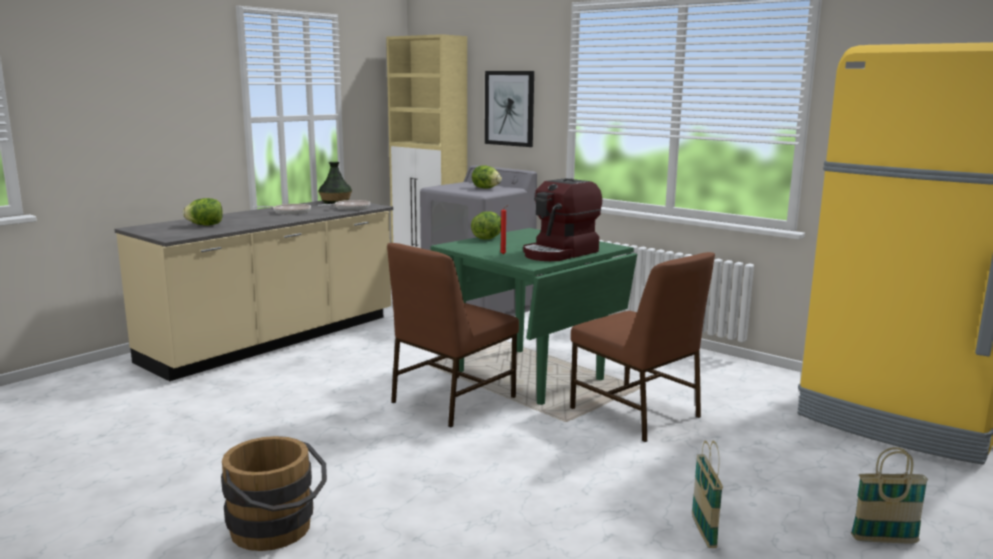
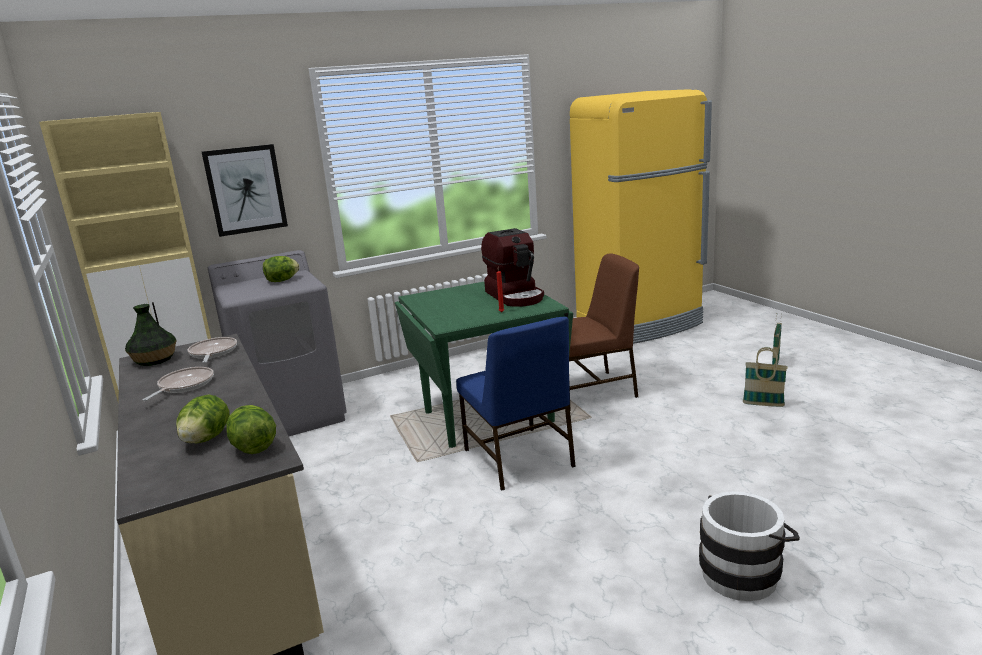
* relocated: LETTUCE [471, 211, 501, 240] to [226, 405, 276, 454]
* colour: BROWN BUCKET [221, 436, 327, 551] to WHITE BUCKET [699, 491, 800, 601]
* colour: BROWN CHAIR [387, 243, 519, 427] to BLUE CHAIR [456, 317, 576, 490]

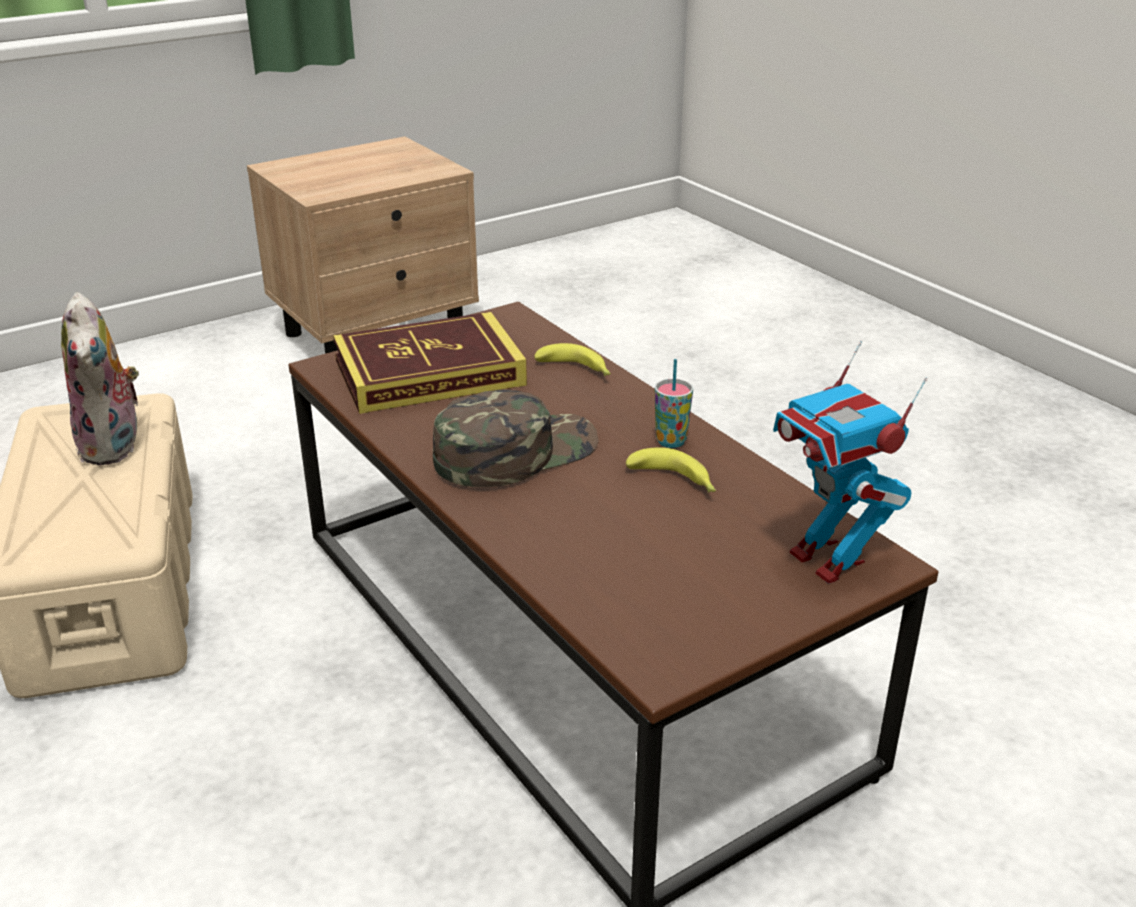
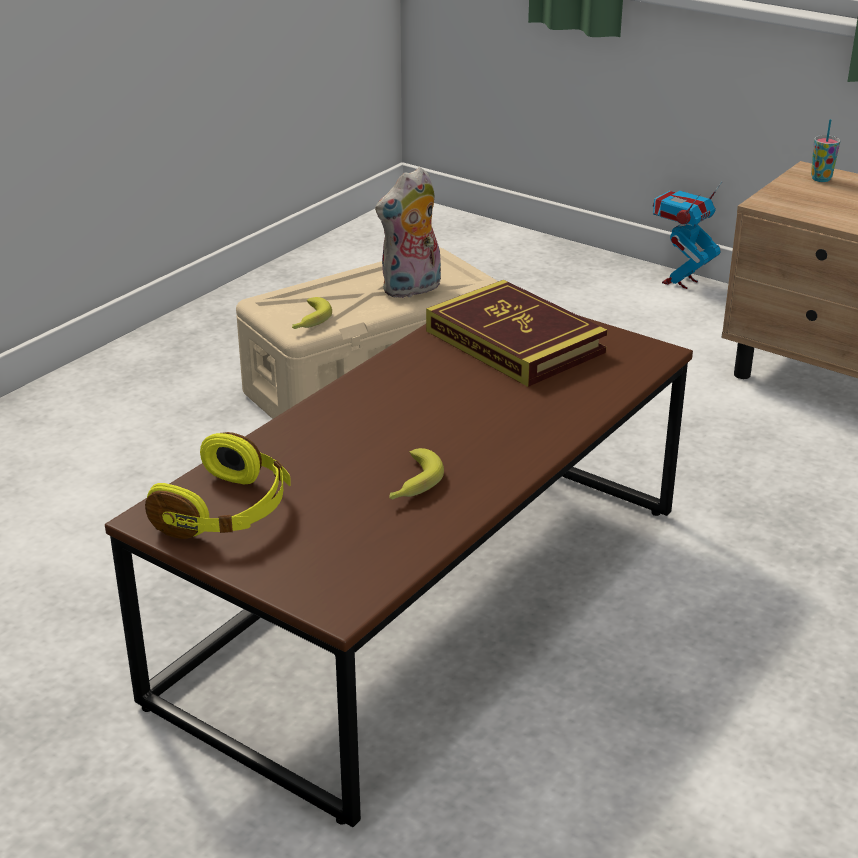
* missing: GREEN CAP [433, 390, 599, 487]
* appeared: YELLOW HEADPHONES [145, 432, 291, 539]
* relocated: BANANA [534, 343, 611, 376] to [292, 297, 332, 329]
* relocated: CUP [655, 359, 693, 448] to [811, 119, 840, 182]
* relocated: TOY ROBOT [773, 341, 927, 584] to [653, 182, 722, 289]

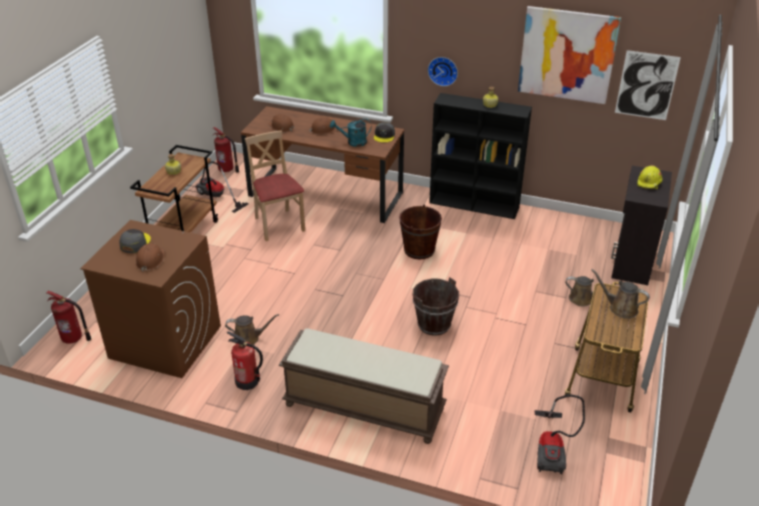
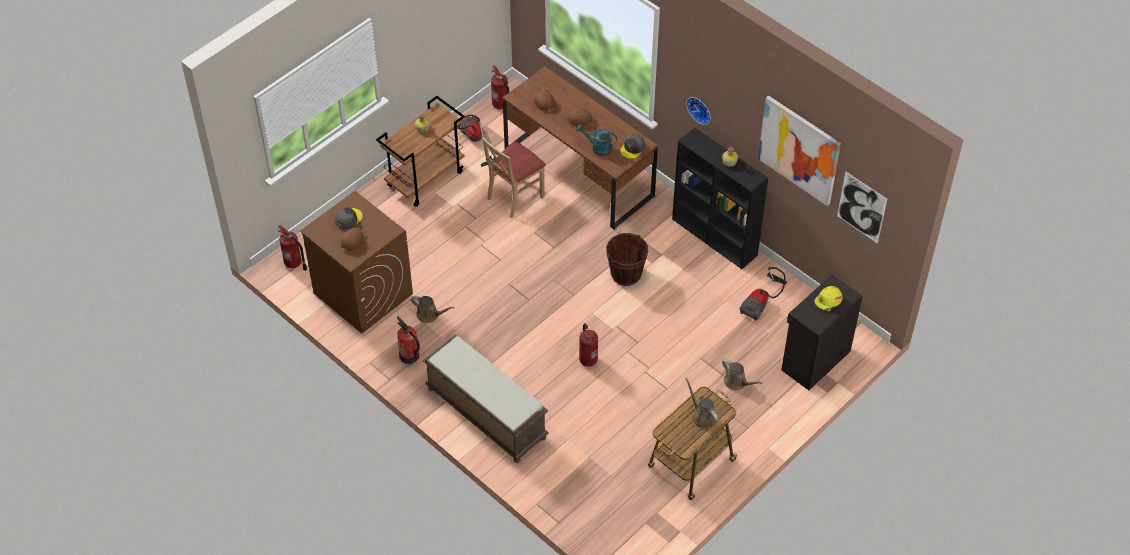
* relocated: VACUUM CLEANER [535, 394, 585, 474] to [739, 267, 787, 321]
* exchanged: BROWN BUCKET [413, 277, 459, 336] to FIRE EXTINGUISHER [579, 323, 598, 367]
* spun: BEIGE CHAIR [245, 130, 305, 241] = [482, 137, 546, 218] 135 degrees counterclockwise

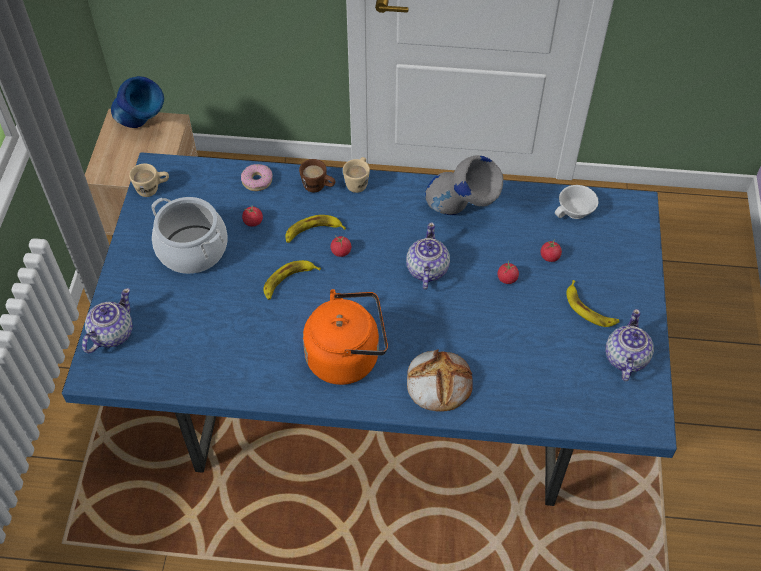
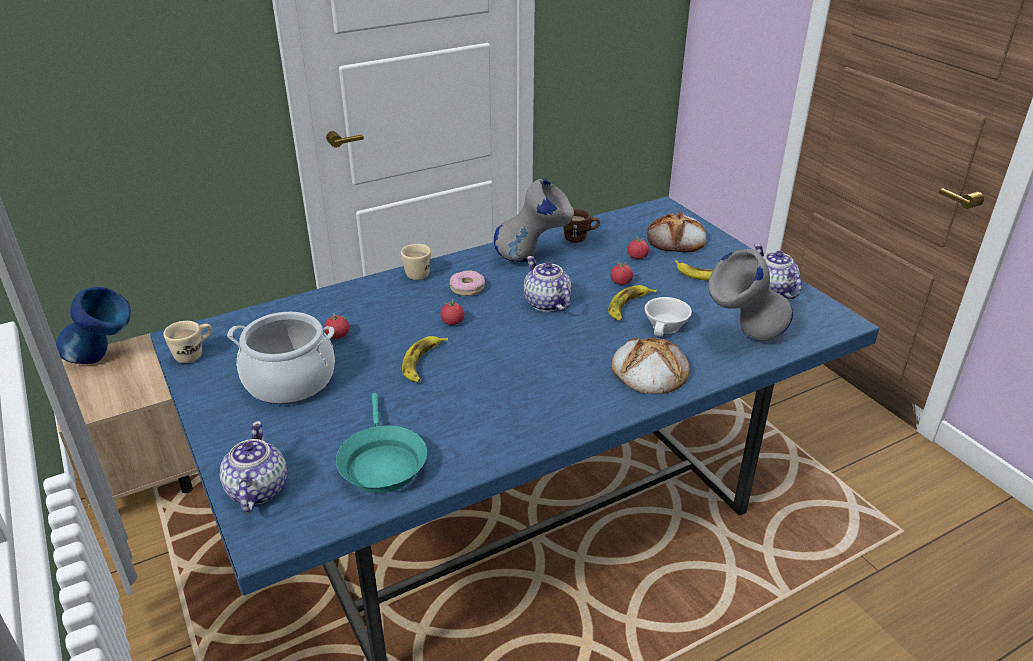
* missing: ORANGE KETTLE [303, 289, 388, 385]
* appeared: TURQUOISE FRYING PAN [336, 393, 427, 493]
* appeared: BREAD [647, 212, 706, 253]
* appeared: GREY VASE [708, 249, 793, 341]
* relocated: DONUT [241, 164, 273, 191] to [450, 270, 485, 296]
* relocated: BANANA [285, 215, 346, 243] to [608, 285, 657, 321]
* relocated: BROWN MUG [299, 159, 336, 193] to [563, 209, 600, 243]
* relocated: WHITE CUP [555, 185, 599, 219] to [644, 297, 692, 337]

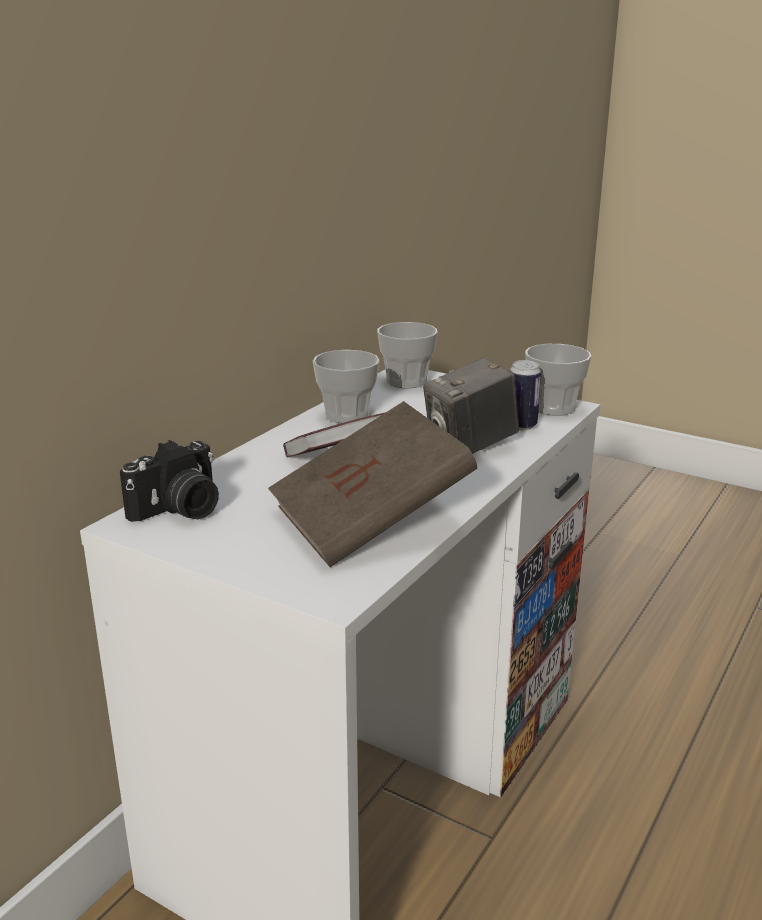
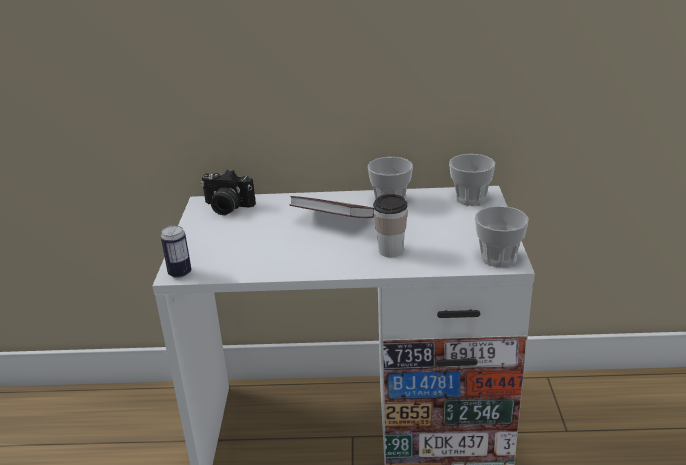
* missing: BROWN BOOK [268, 401, 477, 567]
* relocated: CAN [509, 360, 541, 430] to [161, 225, 191, 278]
* exchanged: PHOTO CAMERA [423, 357, 519, 454] to CUP [373, 194, 408, 257]

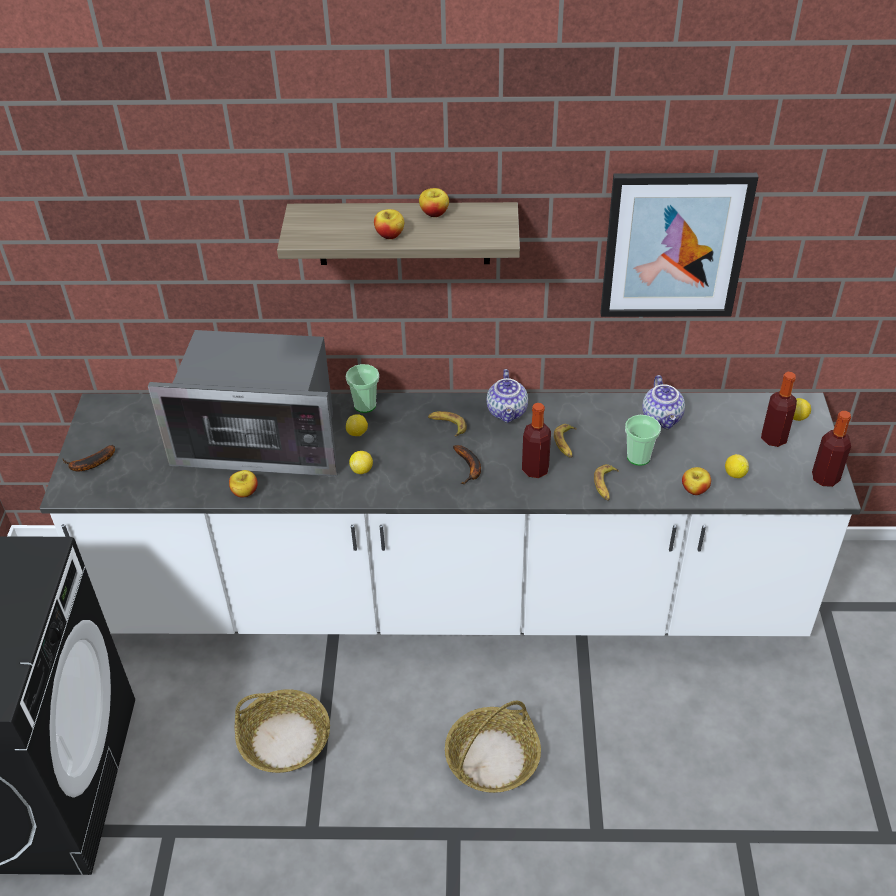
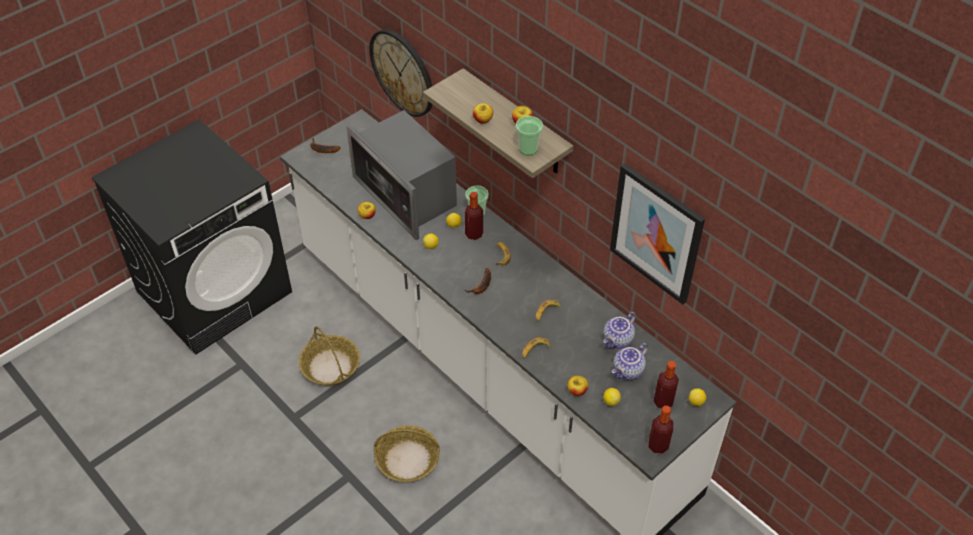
* appeared: WALL CLOCK [369, 29, 433, 117]
* relocated: TEAPOT [487, 369, 528, 423] to [612, 343, 648, 380]
* relocated: BOTTLE [522, 403, 551, 478] to [465, 192, 483, 240]
* relocated: CUP [625, 415, 661, 466] to [516, 116, 543, 155]

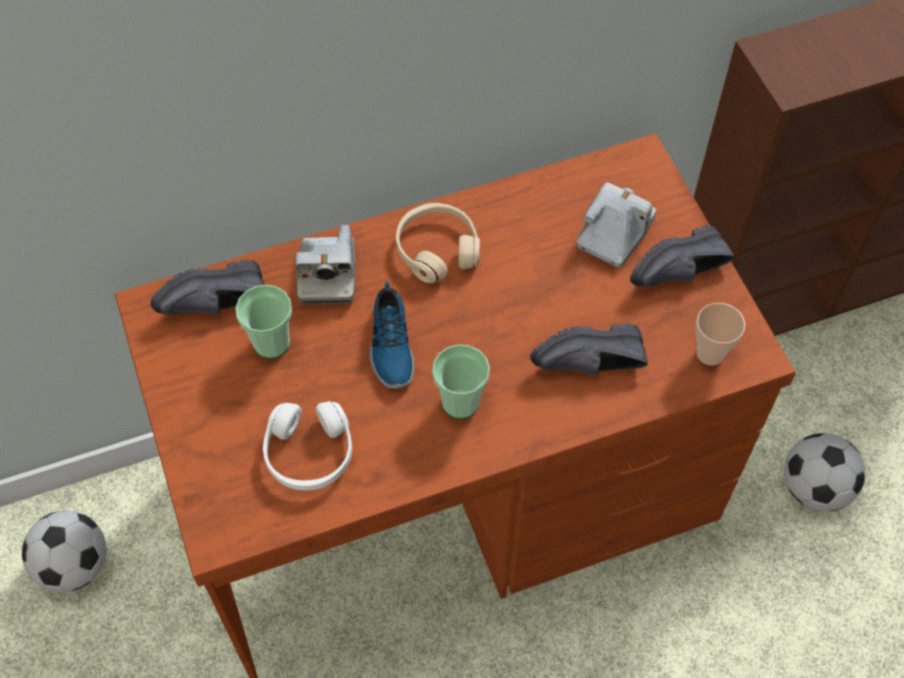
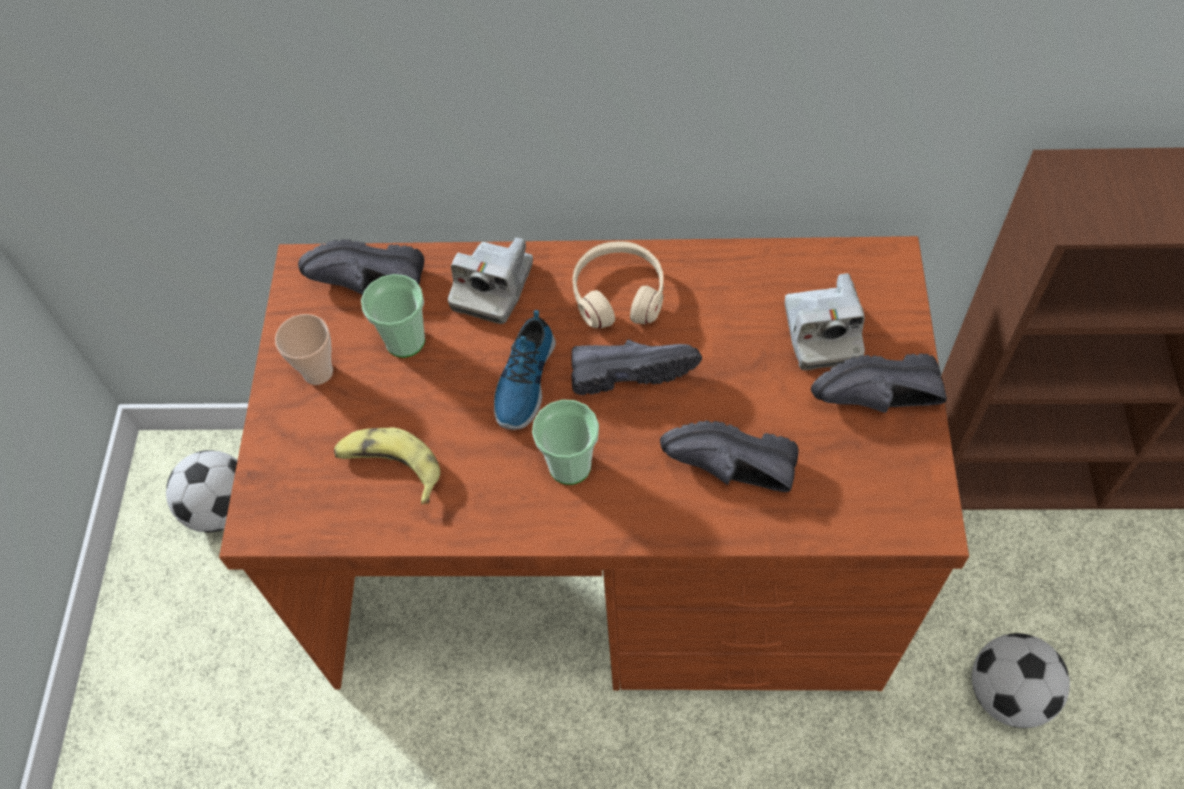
* appeared: BLACK SHOE [571, 339, 702, 395]
* relocated: CUP [696, 303, 745, 366] to [275, 314, 333, 385]
* exchanged: WHITE HEADPHONES [263, 401, 352, 490] to BANANA [334, 427, 440, 505]
* spun: PHOTO CAMERA [577, 182, 656, 267] = [785, 273, 865, 370] 120 degrees clockwise

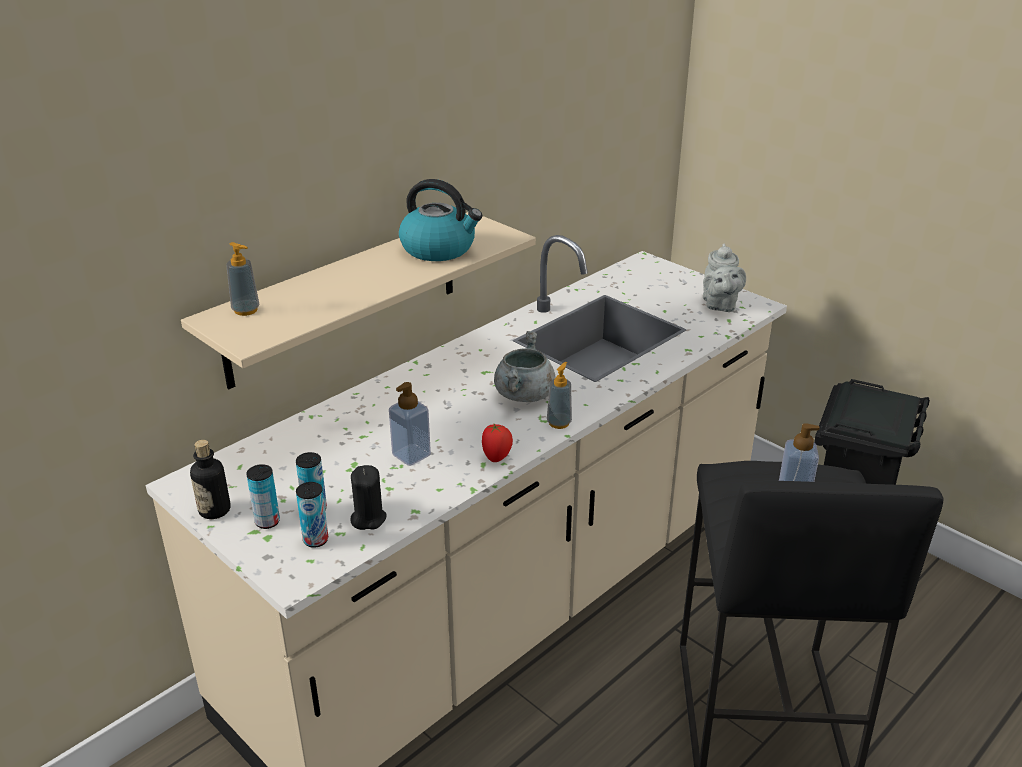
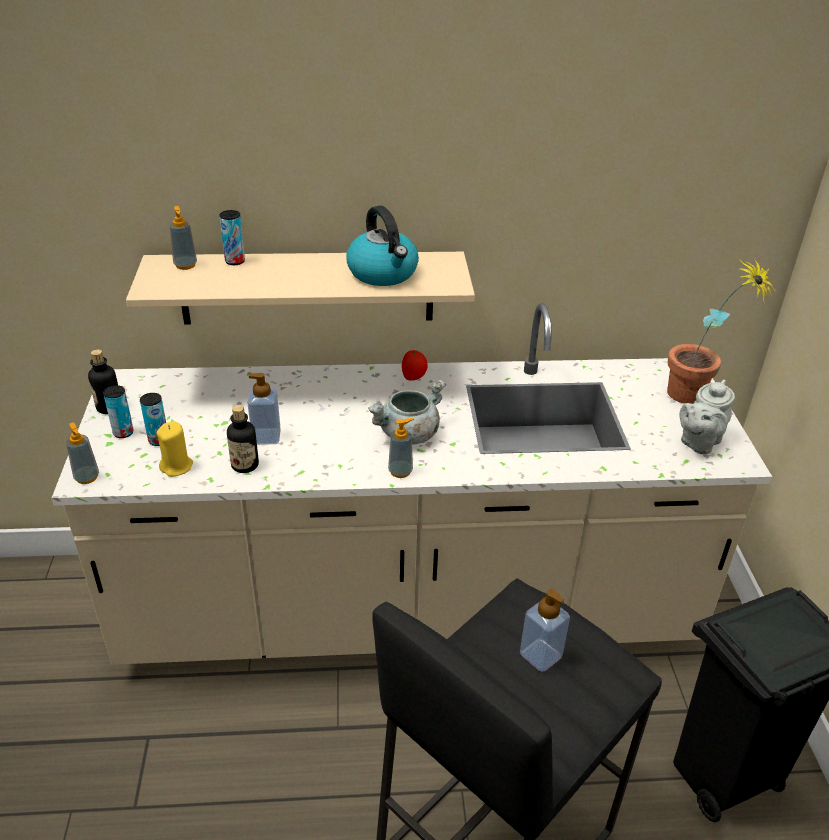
* appeared: SOAP DISPENSER [66, 423, 99, 484]
* appeared: BOTTLE [227, 405, 259, 473]
* appeared: POTTED PLANT [667, 259, 777, 404]
* relocated: CAN [296, 482, 328, 548] to [219, 210, 245, 265]
* relocated: TOMATO [482, 424, 513, 462] to [402, 350, 428, 380]
* colour: BLACK CANDLE [350, 465, 387, 530] to YELLOW CANDLE [156, 421, 193, 477]

